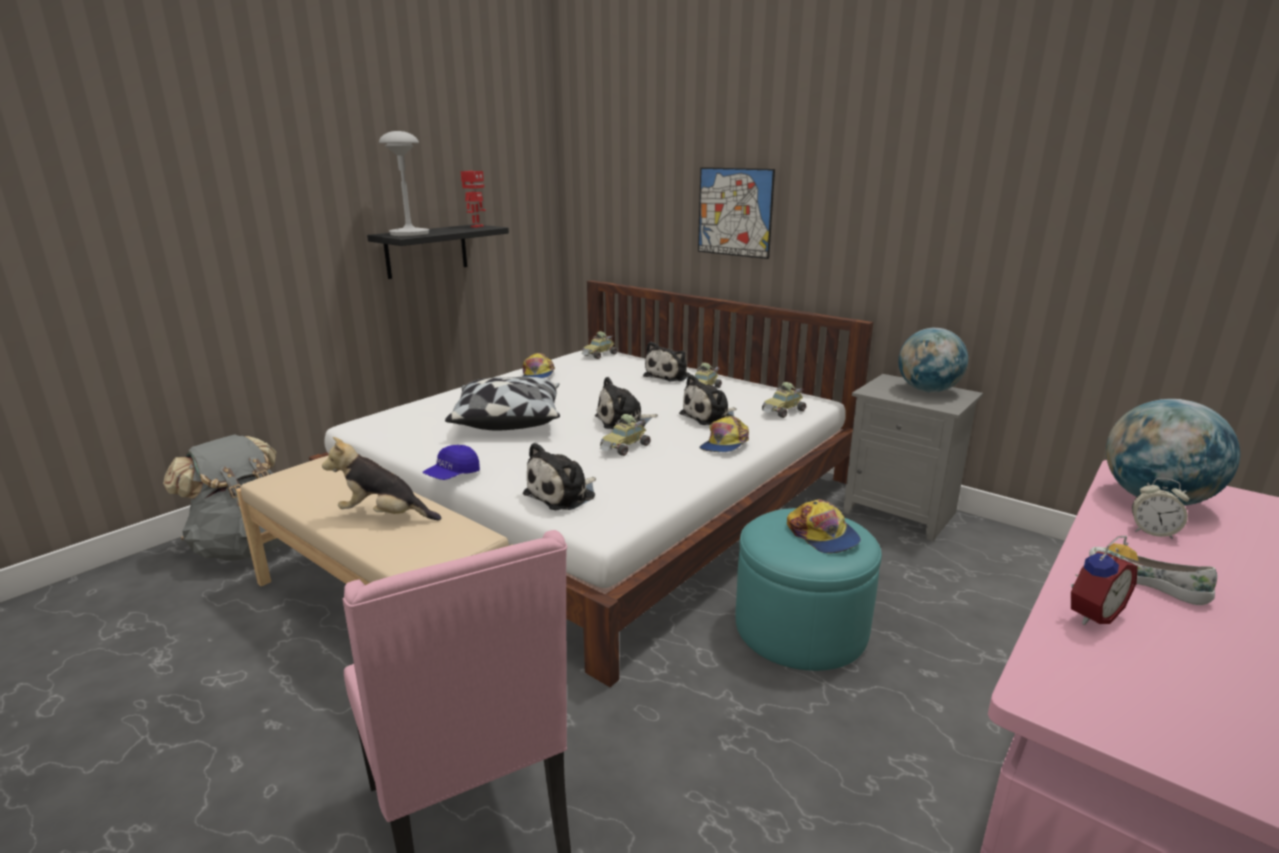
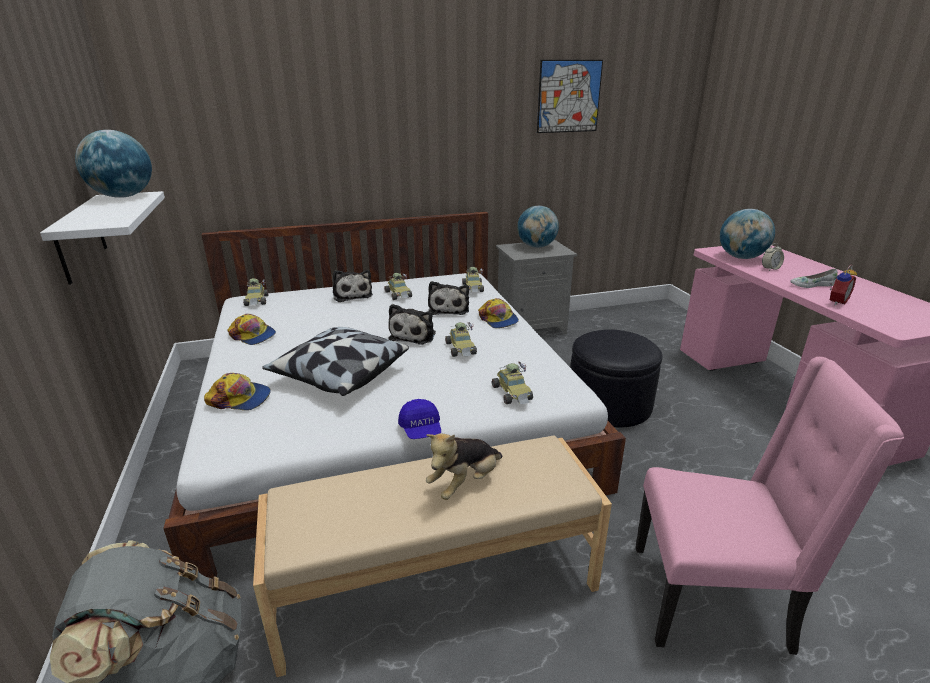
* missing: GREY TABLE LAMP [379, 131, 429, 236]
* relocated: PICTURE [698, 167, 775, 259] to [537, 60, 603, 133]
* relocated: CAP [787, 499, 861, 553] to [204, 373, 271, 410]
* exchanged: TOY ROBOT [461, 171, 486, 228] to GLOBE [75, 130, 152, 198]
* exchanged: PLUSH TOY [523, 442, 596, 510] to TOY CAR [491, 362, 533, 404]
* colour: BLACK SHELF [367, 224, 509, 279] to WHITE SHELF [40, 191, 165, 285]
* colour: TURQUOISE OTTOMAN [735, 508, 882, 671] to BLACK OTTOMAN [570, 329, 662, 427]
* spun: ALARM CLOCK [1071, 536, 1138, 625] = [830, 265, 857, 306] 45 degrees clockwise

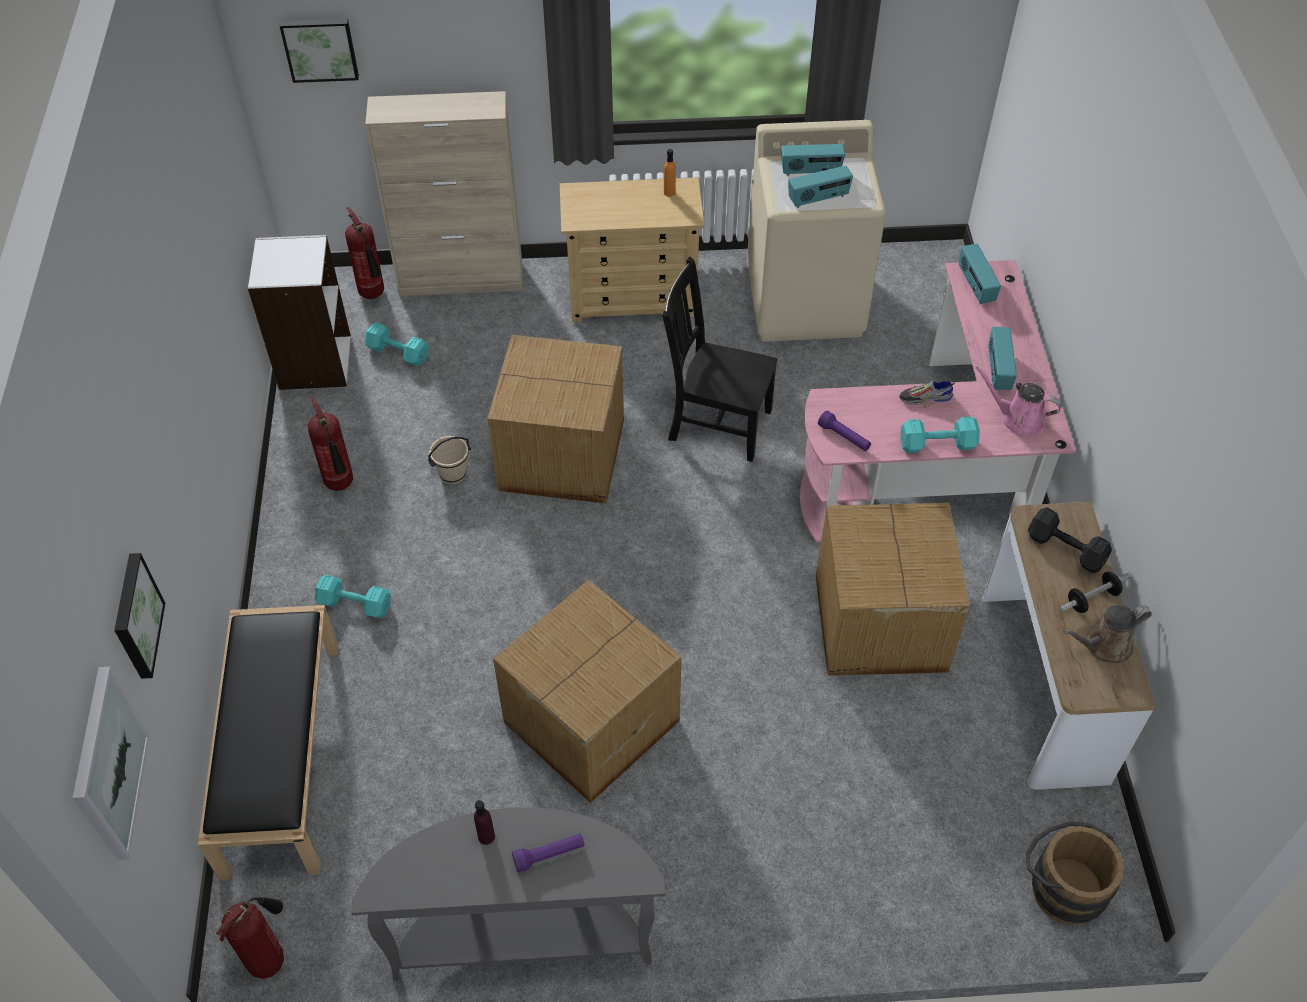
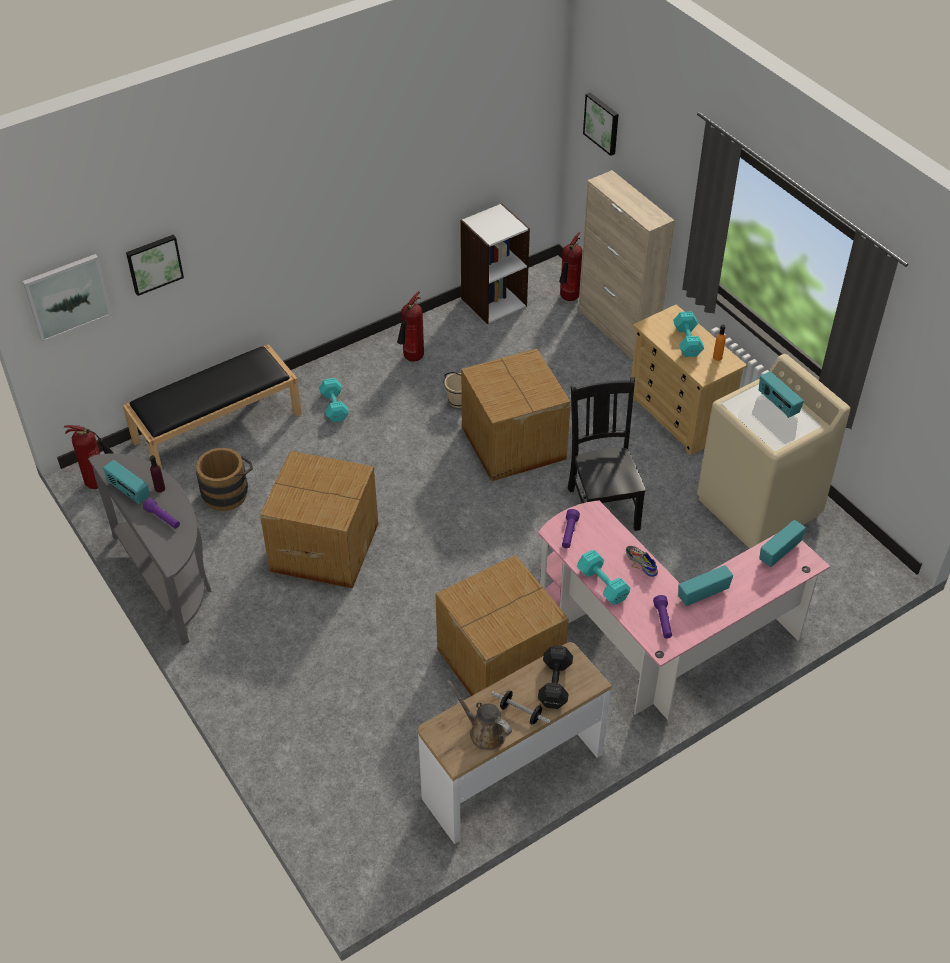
* relocated: TURQUOISE DUMBBELL [364, 322, 429, 367] to [673, 311, 704, 357]
* relocated: RADIO [788, 166, 853, 208] to [103, 460, 150, 504]
* relocated: BROWN BUCKET [1026, 821, 1124, 925] to [196, 448, 253, 511]
* exchanged: PINK WATERING CAN [975, 366, 1062, 437] to PURPLE FLASHLIGHT [653, 595, 672, 639]

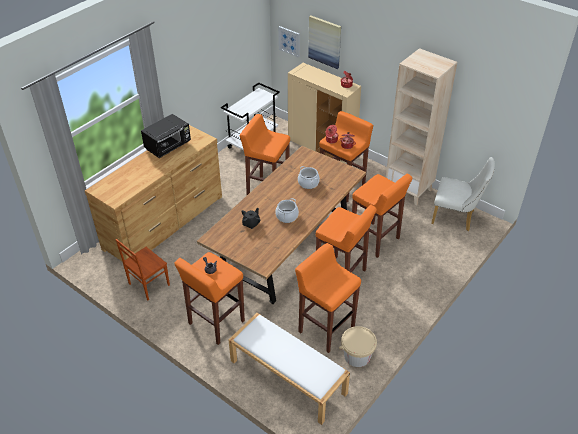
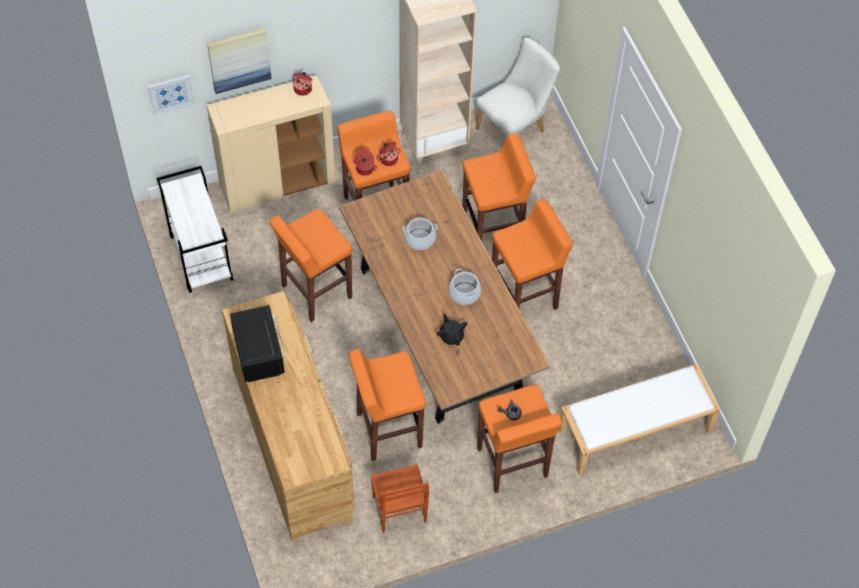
* missing: BEIGE BUCKET [339, 326, 377, 367]
* relocated: ORANGE STOOL [295, 243, 361, 353] to [348, 349, 426, 461]

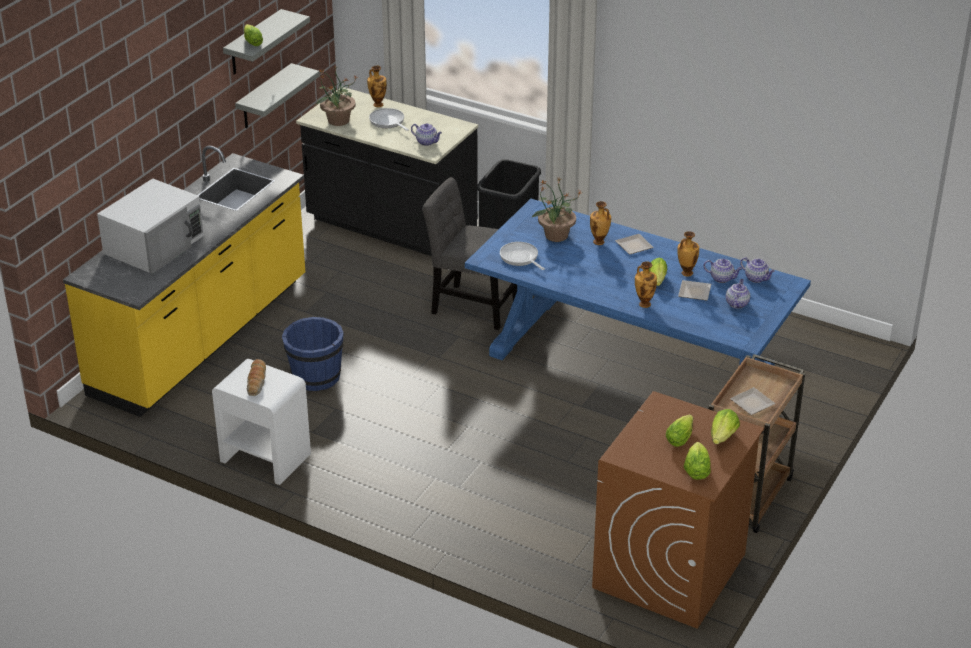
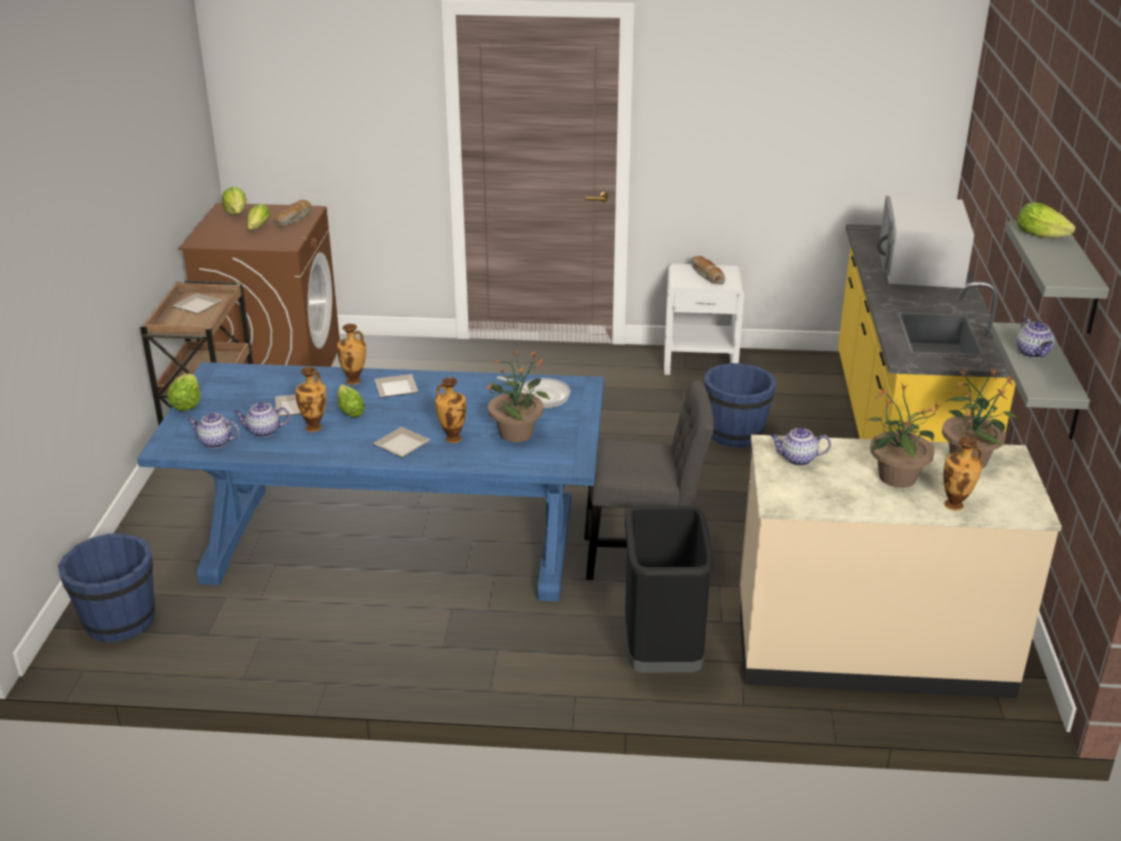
* appeared: BLUE BUCKET [58, 534, 155, 642]
* appeared: BREAD [274, 200, 312, 227]
* appeared: PLATE [374, 374, 419, 398]
* relocated: LETTUCE [711, 409, 740, 444] to [167, 374, 201, 411]
* relocated: TEAPOT [726, 279, 750, 309] to [1016, 317, 1055, 358]
* exchanged: FRYING PAN [369, 108, 409, 131] to POTTED PLANT [866, 382, 943, 488]
* colour: BLACK COUNTER [296, 87, 478, 256] to BEIGE COUNTER [740, 435, 1062, 699]

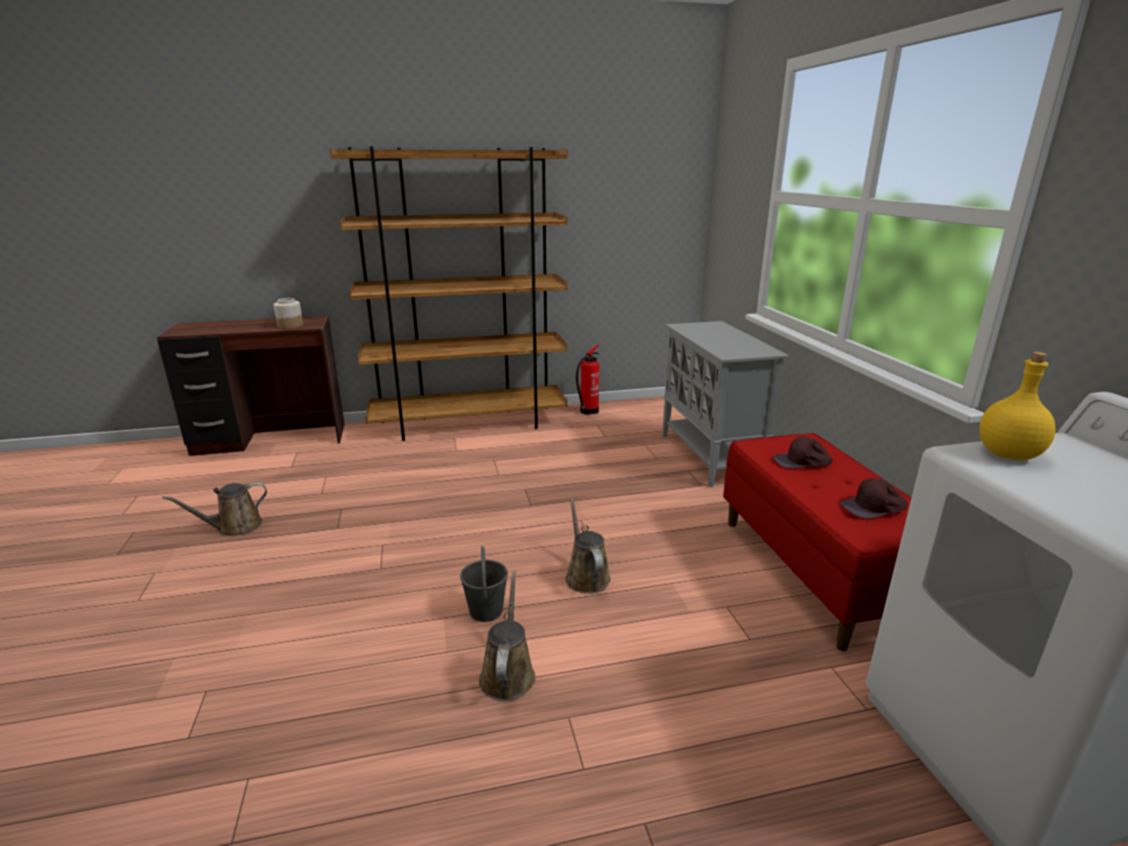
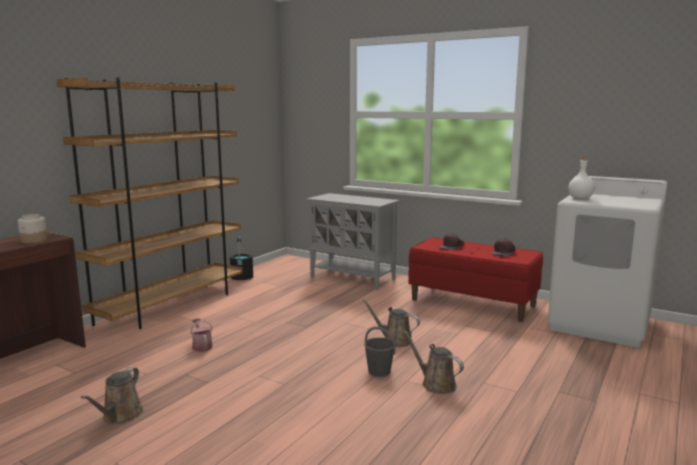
* appeared: WATERING CAN [190, 318, 213, 352]
* exchanged: FIRE EXTINGUISHER [576, 345, 600, 415] to BLACK BUCKET [230, 236, 253, 280]
* colour: YELLOW BOTTLE [979, 352, 1056, 460] to WHITE BOTTLE [568, 157, 595, 199]

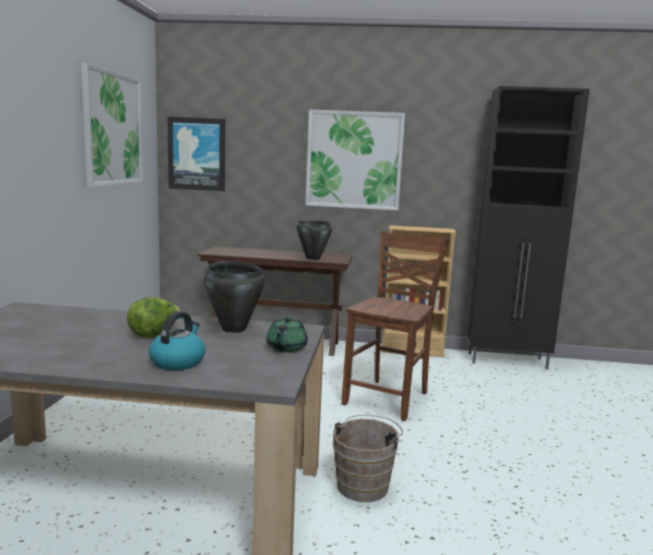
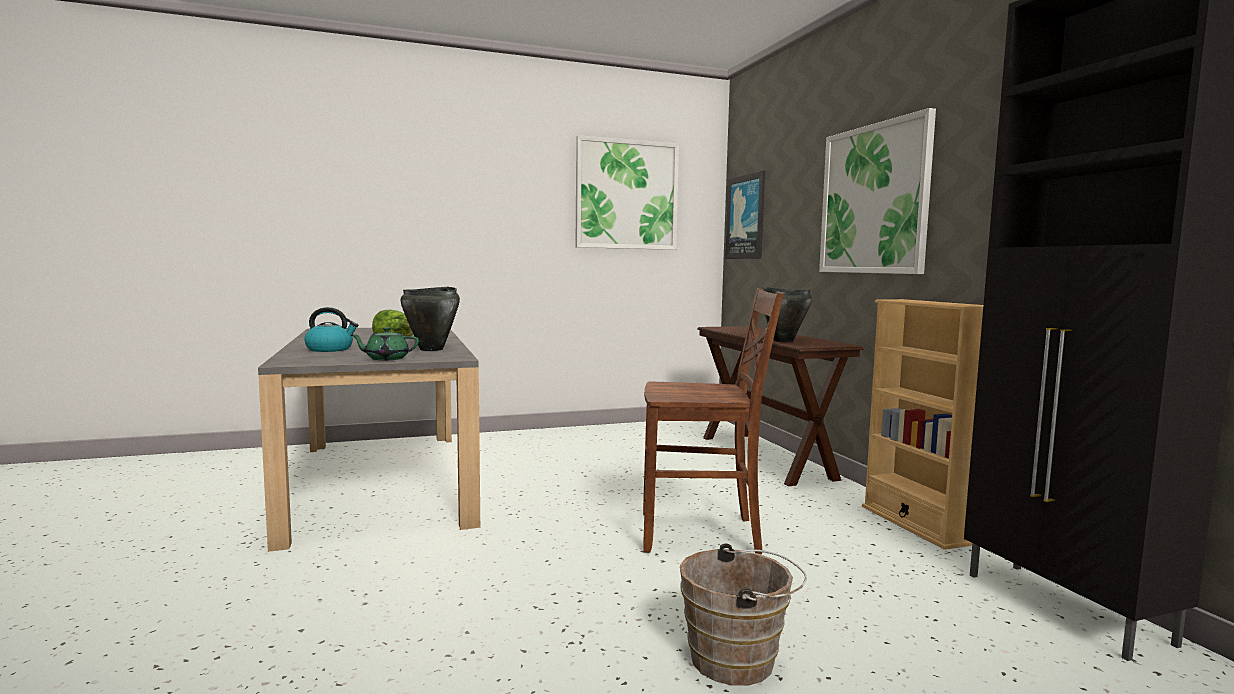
* relocated: BROWN BUCKET [333, 415, 403, 502] to [680, 544, 807, 686]

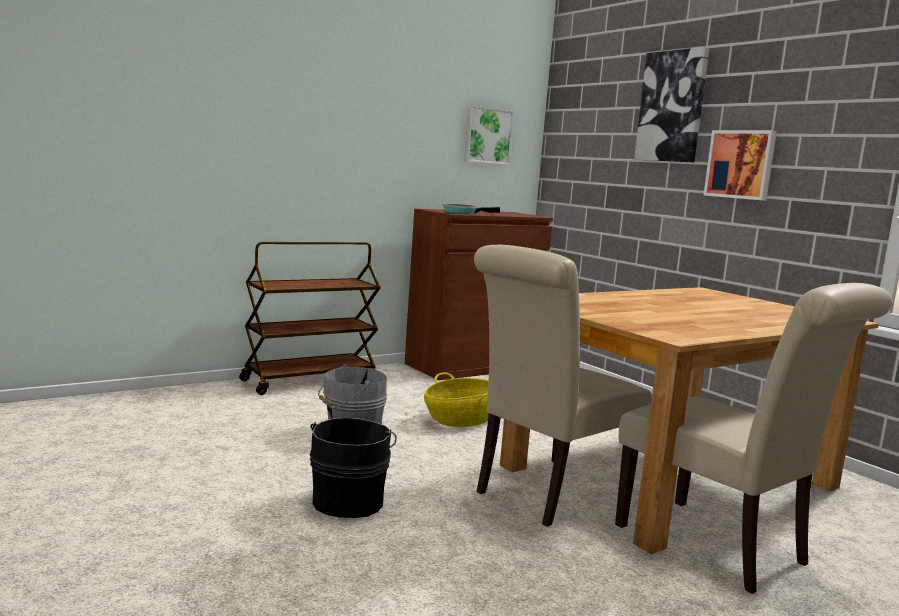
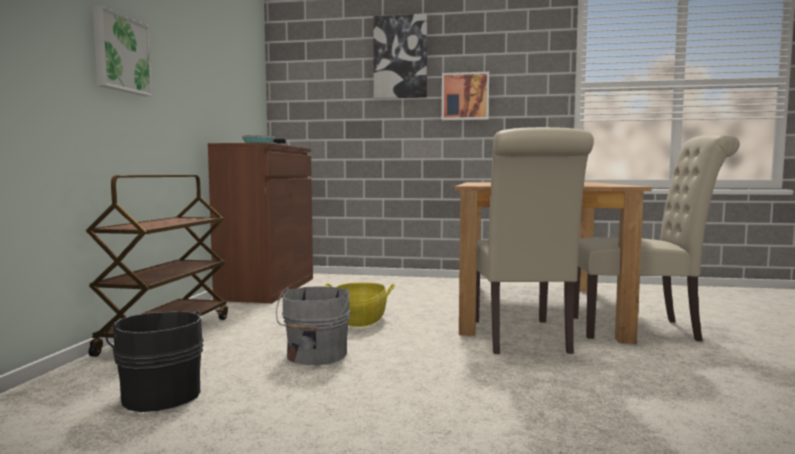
* relocated: BLACK BUCKET [310, 418, 397, 518] to [106, 309, 204, 412]
* relocated: PICTURE [464, 105, 514, 165] to [93, 6, 153, 97]

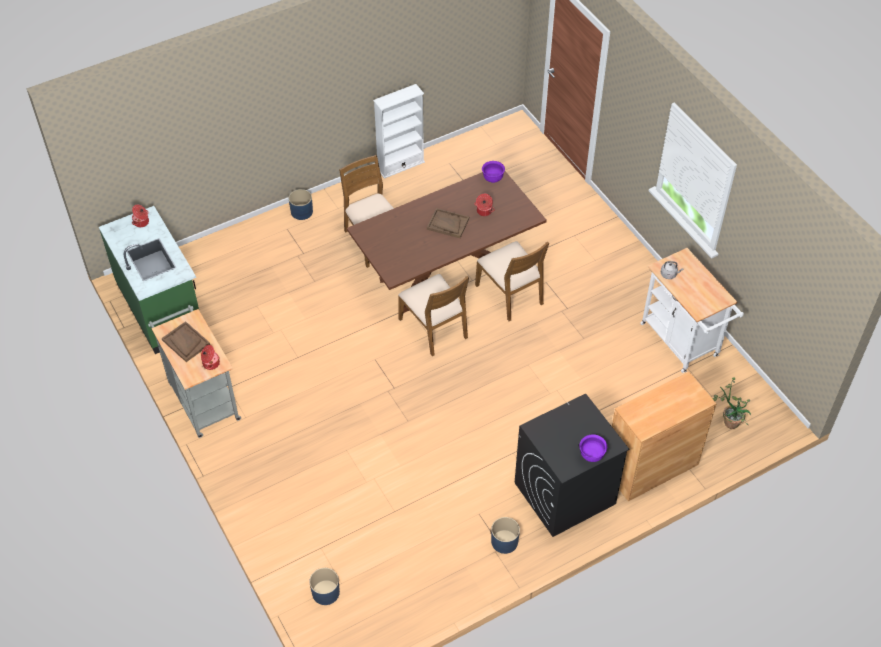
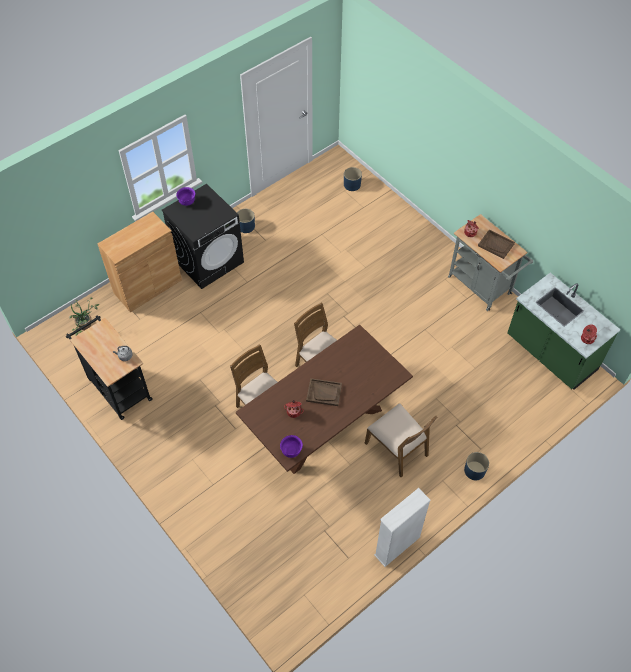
* colour: WHITE CART [640, 248, 744, 373] to BLACK CART [66, 315, 153, 420]

